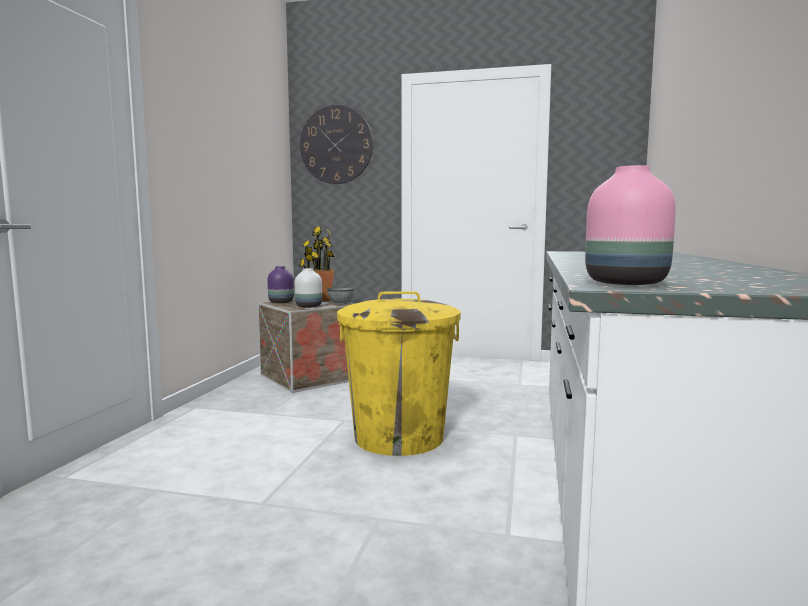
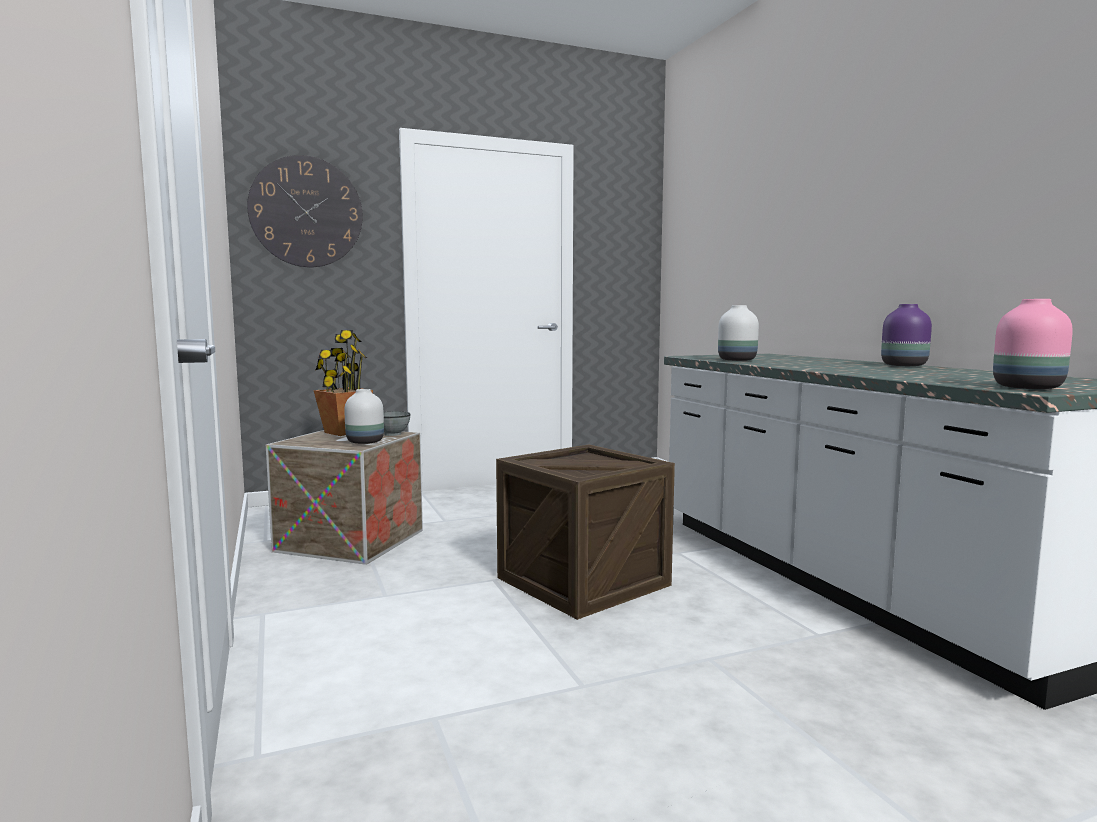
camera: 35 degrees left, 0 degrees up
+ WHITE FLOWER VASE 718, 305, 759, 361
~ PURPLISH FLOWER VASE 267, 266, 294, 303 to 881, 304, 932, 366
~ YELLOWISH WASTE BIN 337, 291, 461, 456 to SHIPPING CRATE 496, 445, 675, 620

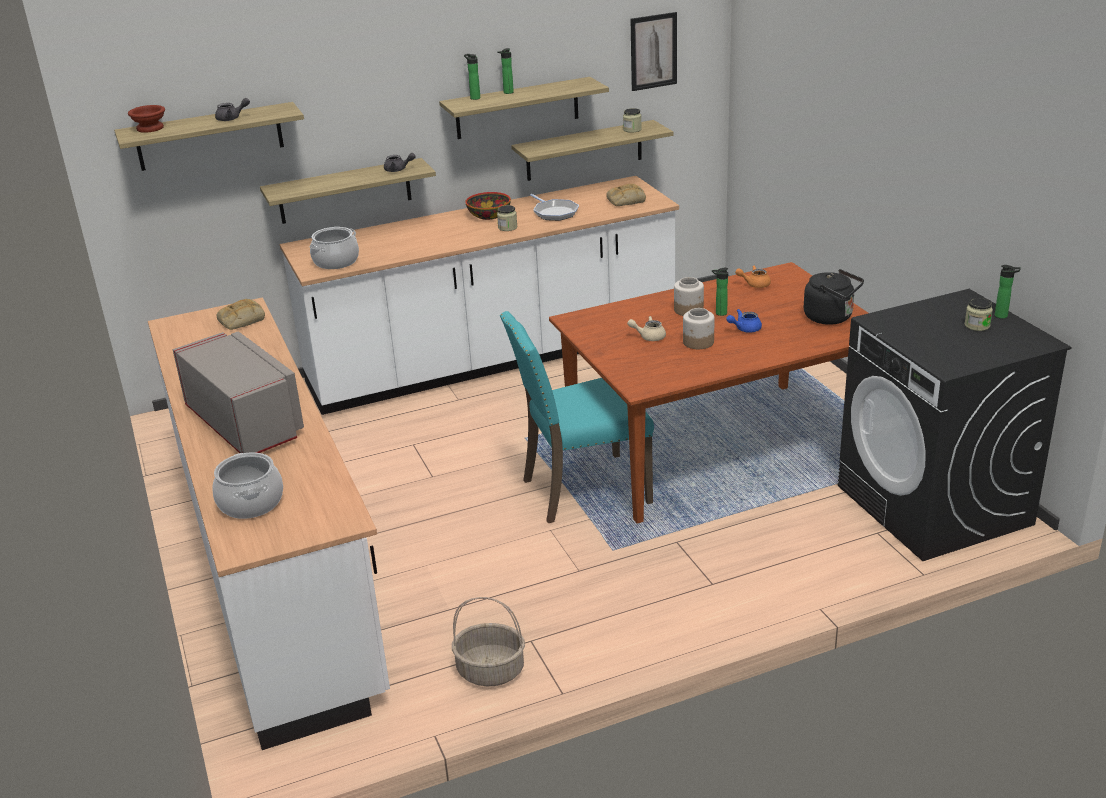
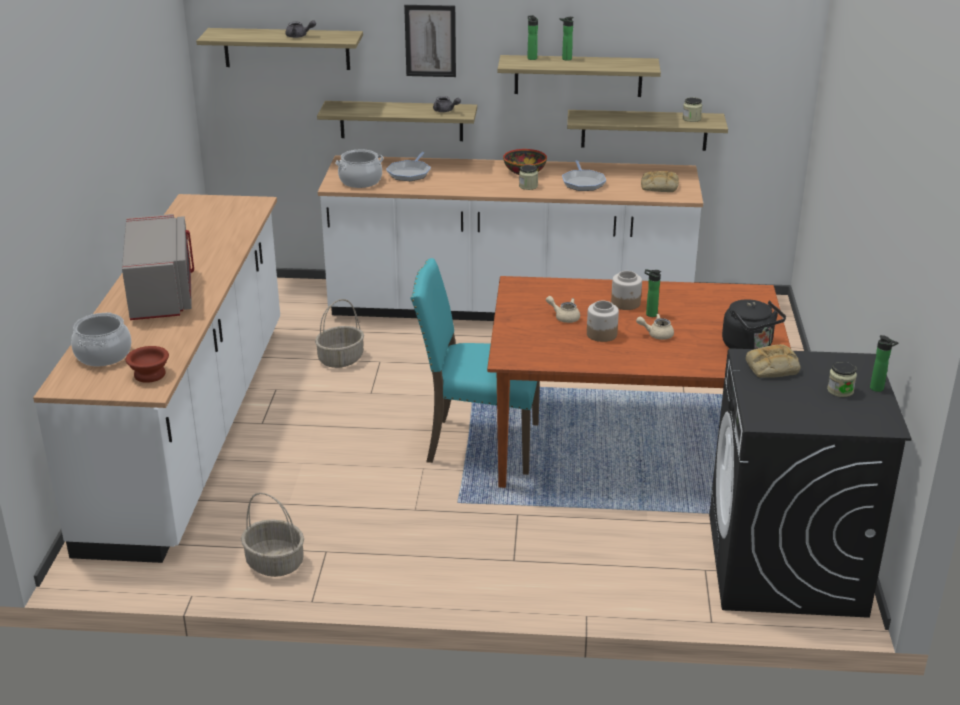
camera: 25 degrees right, 0 degrees up
- ORANGE TEAPOT 735, 265, 771, 288
+ HOUSEHOLD BASKET 315, 299, 364, 368
+ SKILLET 386, 152, 431, 181
~ BROWN SERVING BOWL 128, 105, 165, 133 to 126, 346, 169, 383
~ BAKED BREAD 217, 299, 265, 330 to 746, 344, 800, 378
~ WALL PICTURE 631, 12, 677, 91 to 404, 5, 456, 77
~ BLUE TEAPOT 726, 309, 762, 333 to BEIGE-COLOURED TEAPOT 636, 314, 674, 340

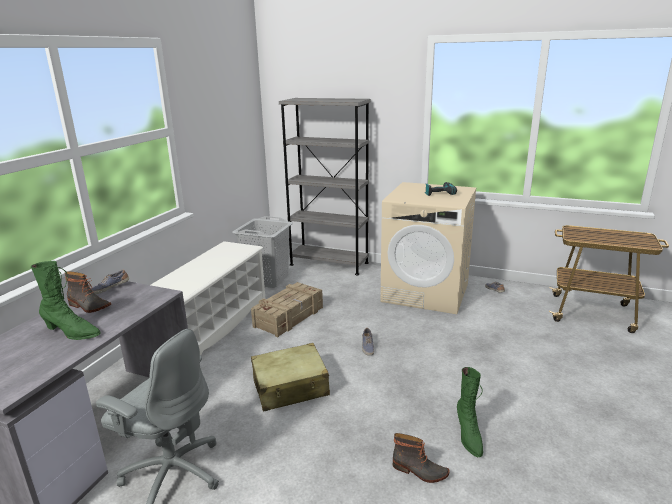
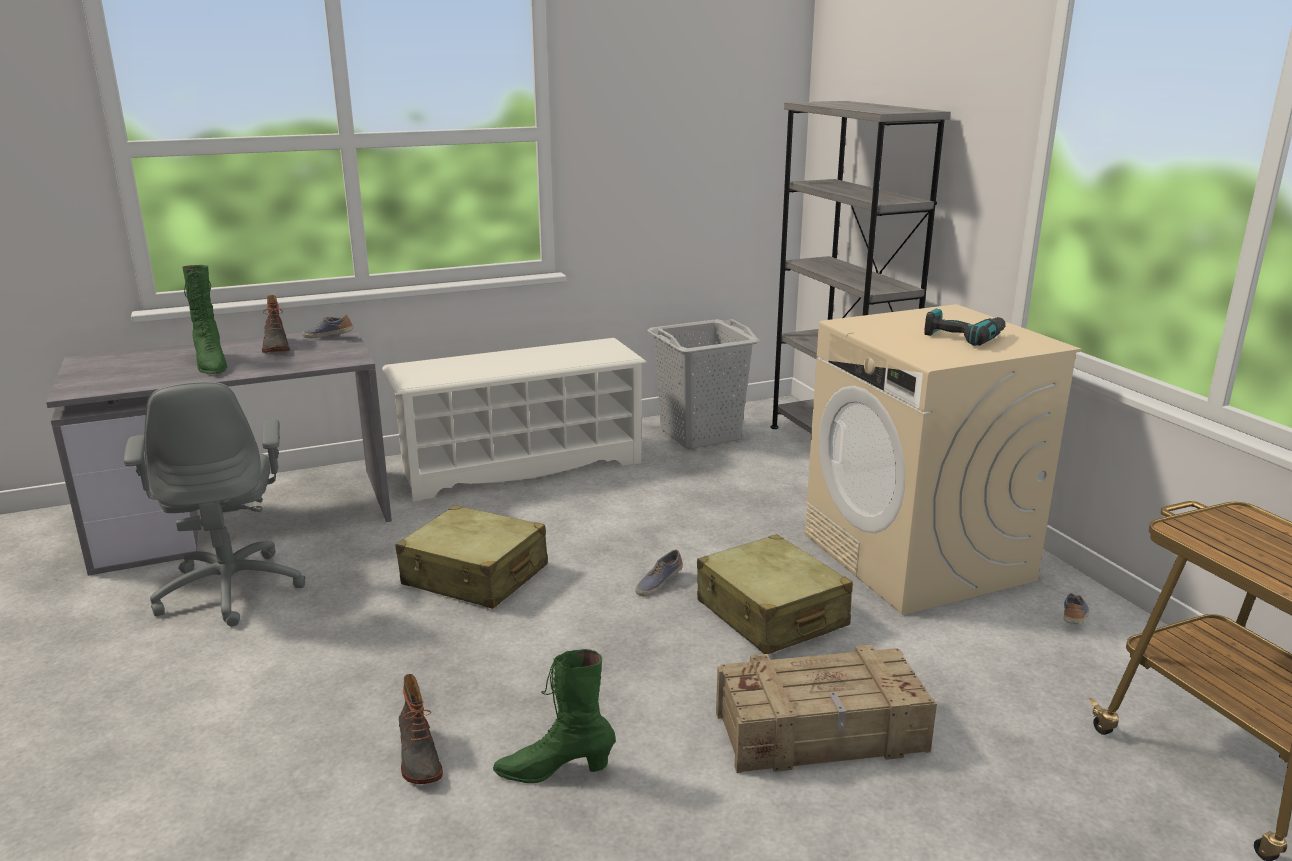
camera: 45 degrees right, 0 degrees up
+ BEIGE-COLOURED TRAVEL CASE 697, 534, 853, 654
~ SHIPPING CRATE 251, 282, 323, 337 to 716, 644, 937, 773
~ GREEN TALL BOOT 457, 367, 483, 457 = 493, 649, 616, 783 45 degrees clockwise

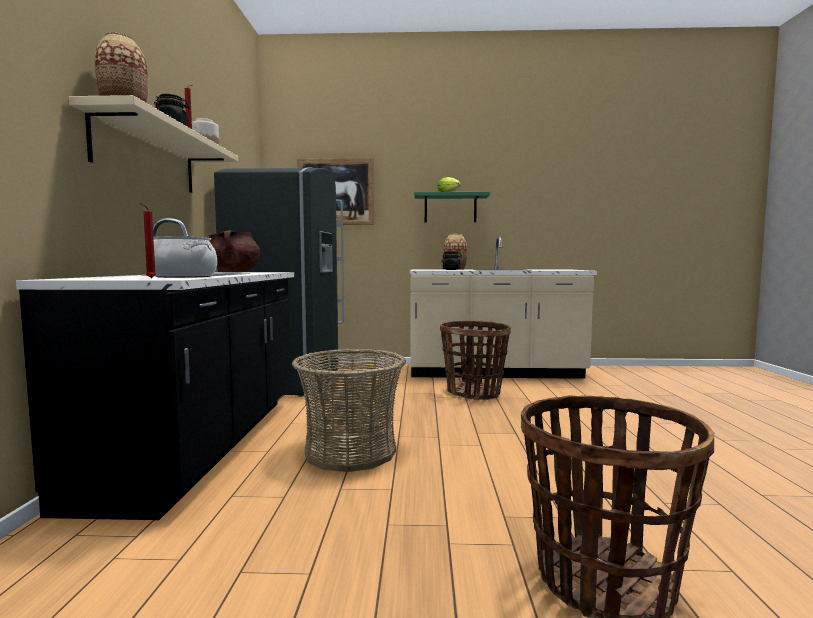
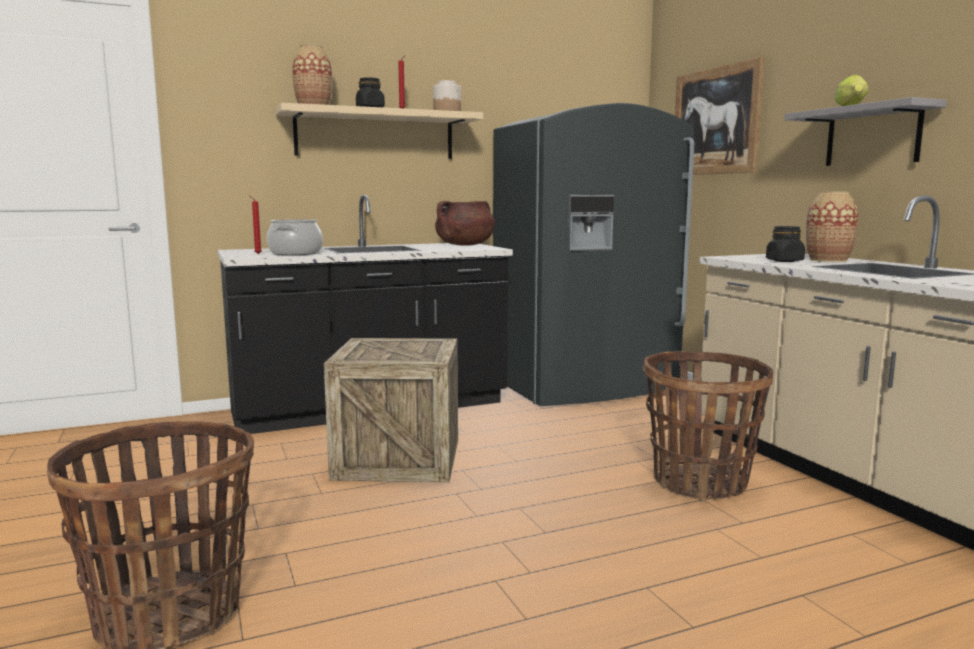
camera: 65 degrees right, 5 degrees up
~ HOUSEHOLD BASKET 292, 349, 406, 472 to SHIPPING CRATE 324, 338, 458, 482
~ GREEN BRACKET SHELF 414, 192, 490, 222 to GREYISH BRACKET SHELF 784, 97, 947, 166

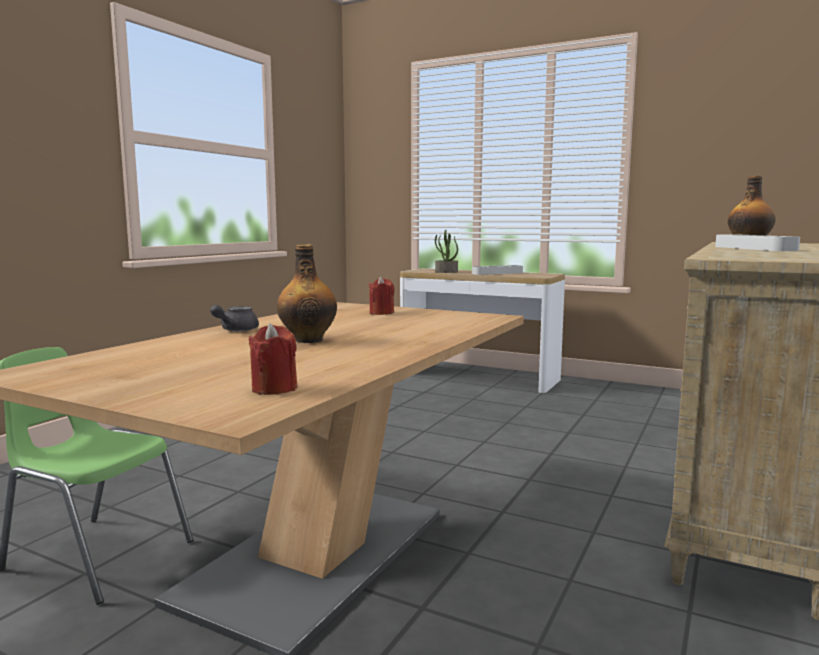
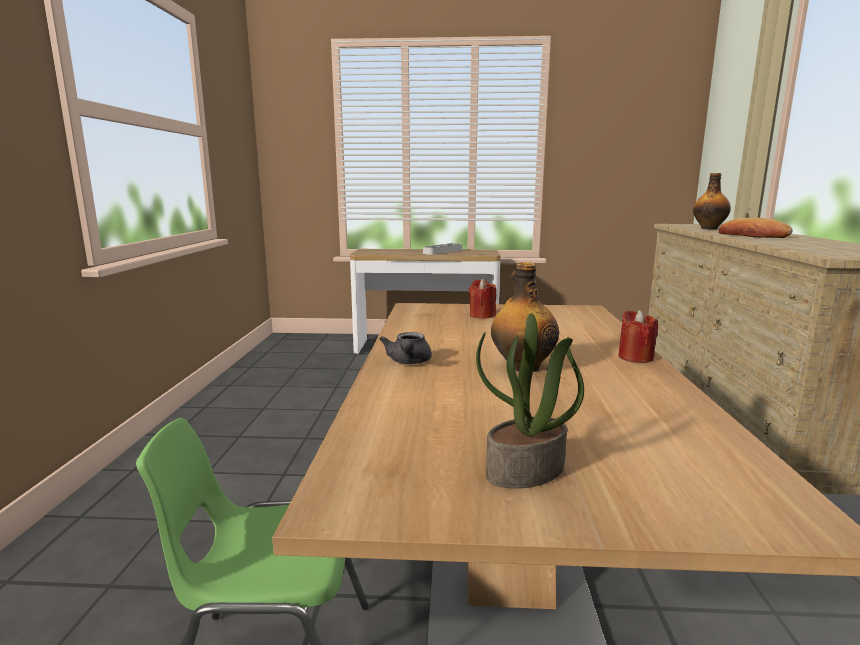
camera: 25 degrees left, 5 degrees up
~ REDDISH CANDLE 249, 323, 297, 395 to 618, 310, 658, 363
~ PLANT IN A POT 435, 230, 458, 273 to 476, 313, 584, 489
~ GREYISH TRAY 715, 234, 800, 251 to BAKED BREAD 719, 218, 793, 238

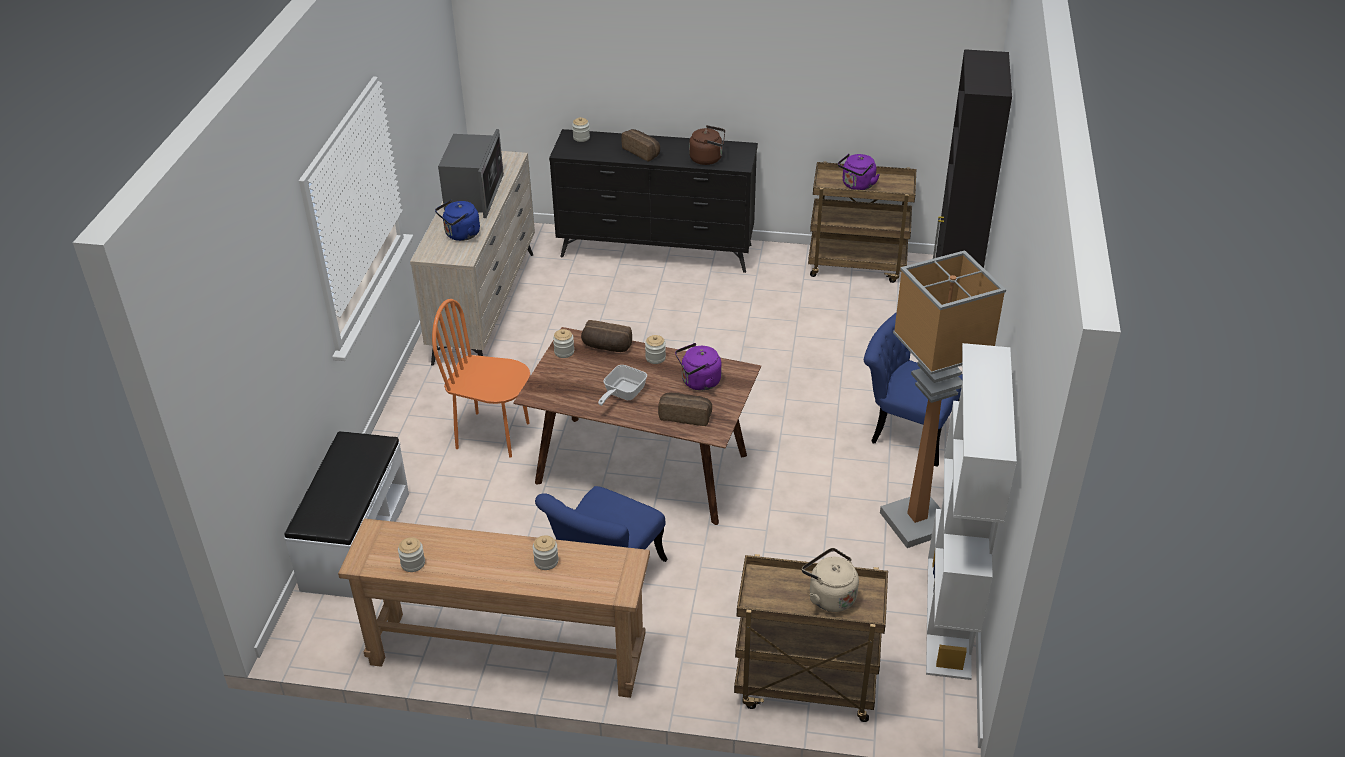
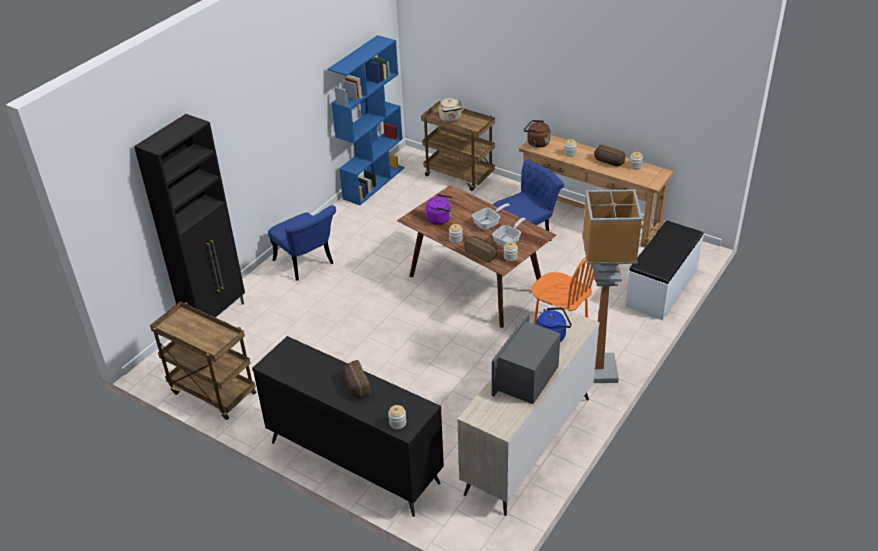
camera: 155 degrees left, 0 degrees up
- PURPLISH KETTLE 838, 154, 880, 190
+ SKILLET 492, 218, 526, 246
~ BAKED BREAD 658, 392, 712, 426 to 594, 145, 625, 166
~ BROWN KETTLE 689, 125, 725, 165 to 524, 120, 551, 148
~ STANDARD LAMP 880, 250, 1006, 548 to 582, 189, 643, 383
~ WHITE BOOKCASE 926, 343, 1017, 680 to BLUE BOOKCASE 328, 35, 404, 205

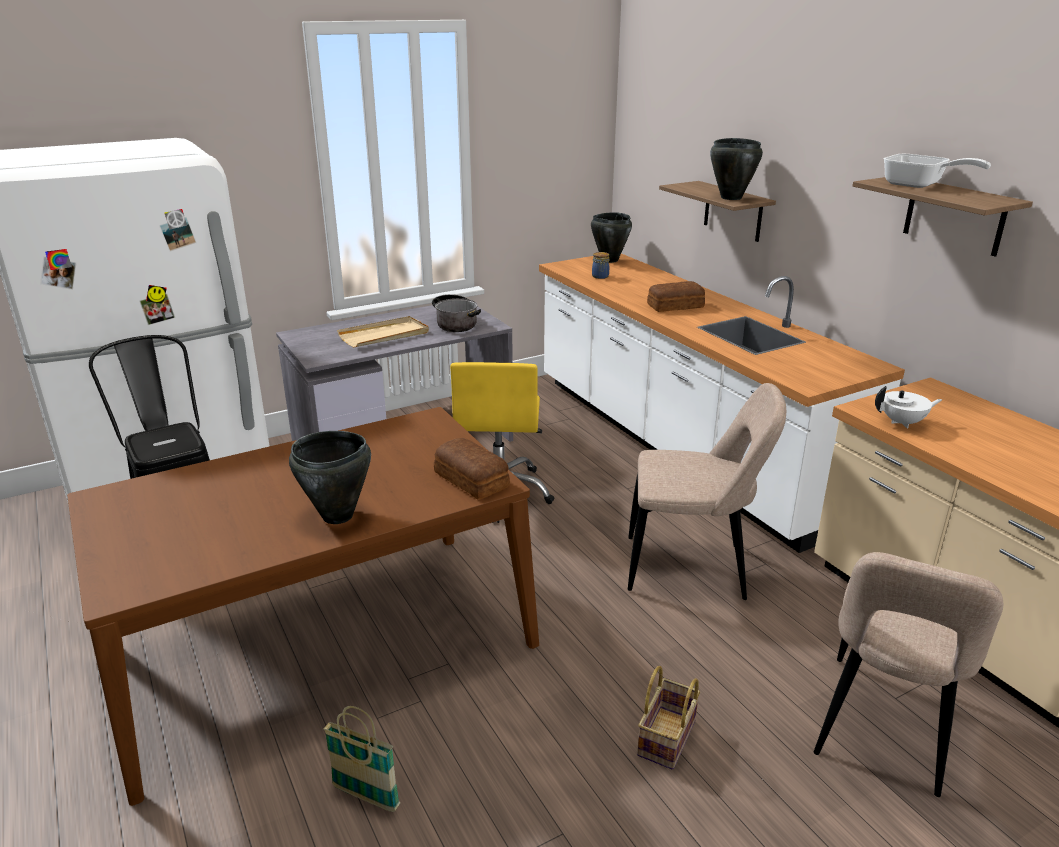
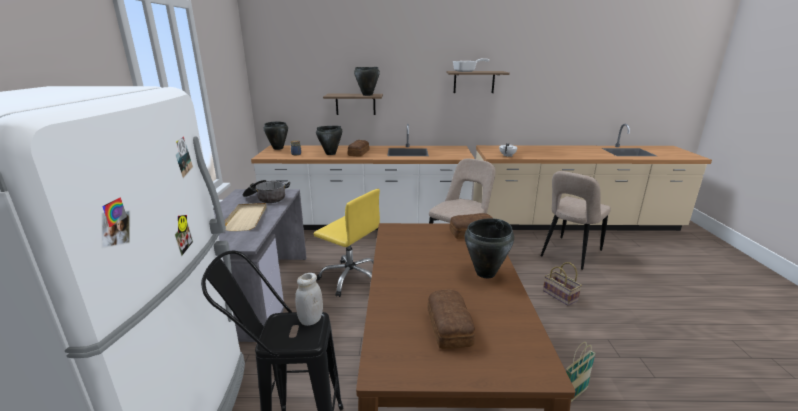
camera: 60 degrees left, 5 degrees down
+ WHITE STORAGE JAR 295, 273, 323, 326
+ BLACK-COLOURED STOCKPOT 316, 126, 342, 155
+ BAKED BREAD 427, 289, 475, 349
~ BEIGE-COLOURED UPRIGHT CHAIR 814, 552, 1003, 797 = 541, 171, 611, 270 75 degrees clockwise

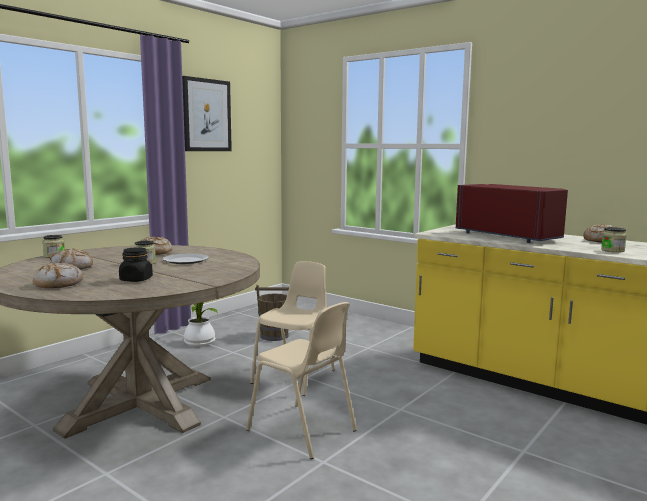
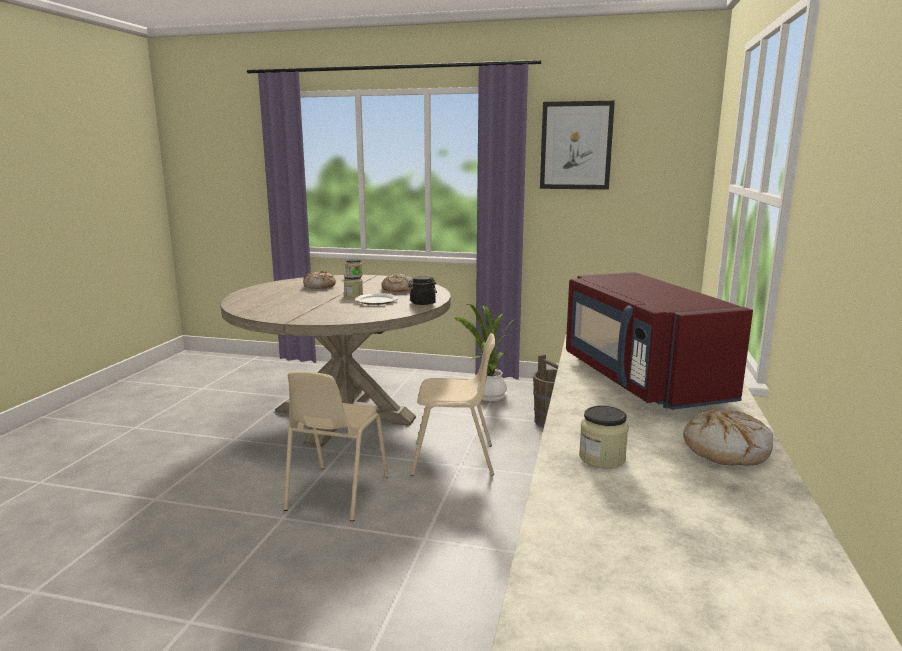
camera: 65 degrees right, 5 degrees up
- BAKED BREAD 33, 263, 83, 288
~ BLACK-COLOURED STORAGE JAR 119, 247, 153, 282 to 408, 276, 437, 305
~ REDDISH MICROWAVE 456, 184, 568, 243 = 566, 272, 753, 410 135 degrees clockwise

